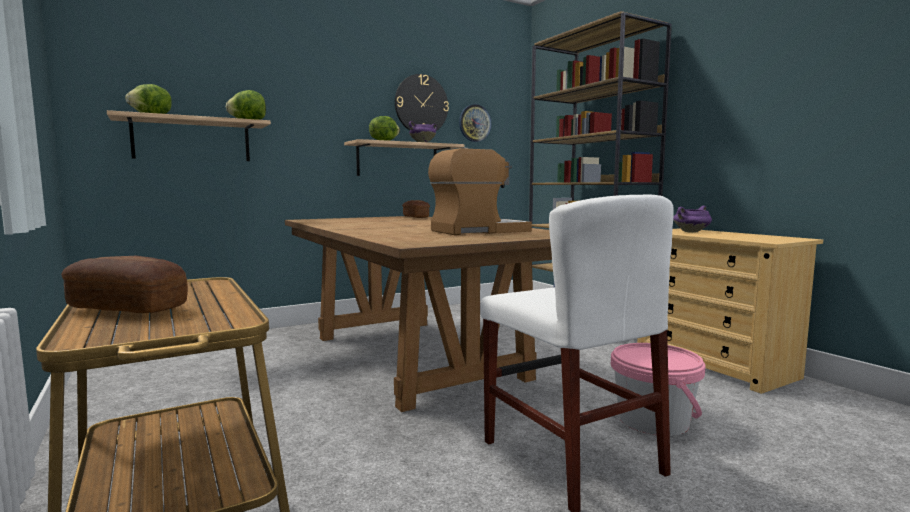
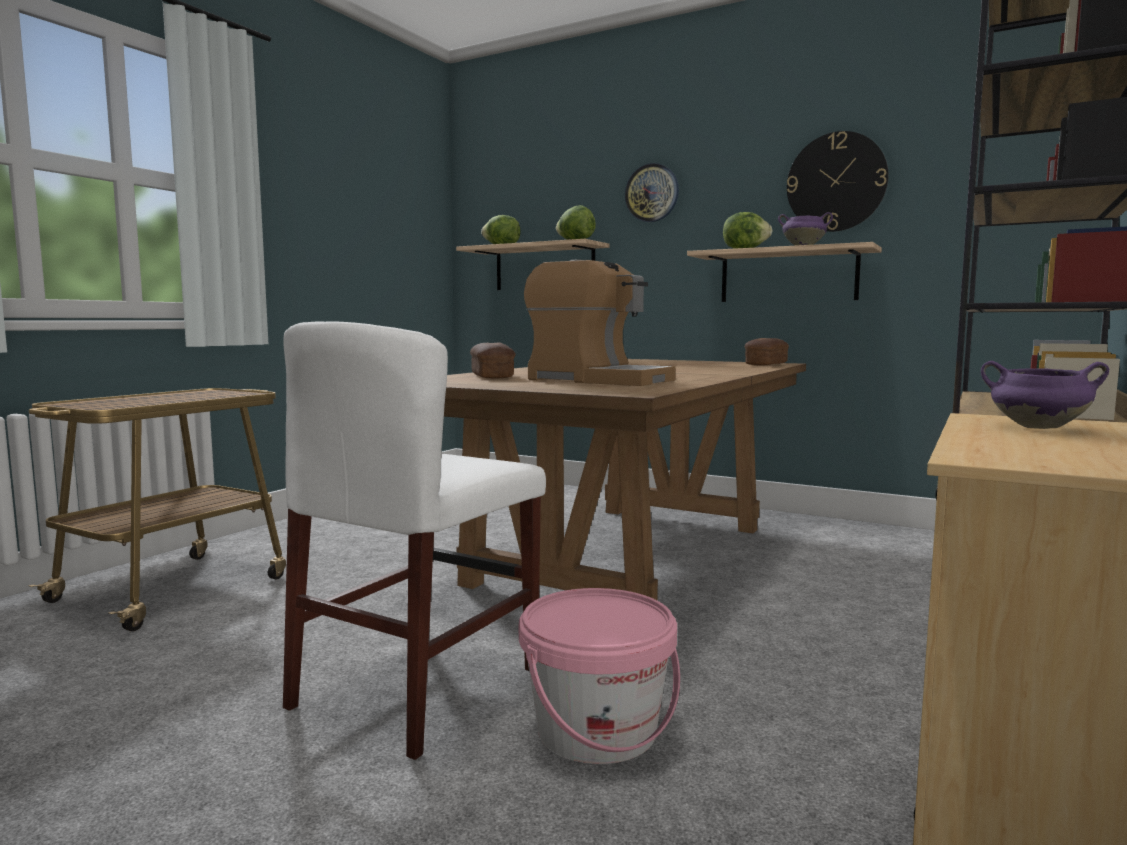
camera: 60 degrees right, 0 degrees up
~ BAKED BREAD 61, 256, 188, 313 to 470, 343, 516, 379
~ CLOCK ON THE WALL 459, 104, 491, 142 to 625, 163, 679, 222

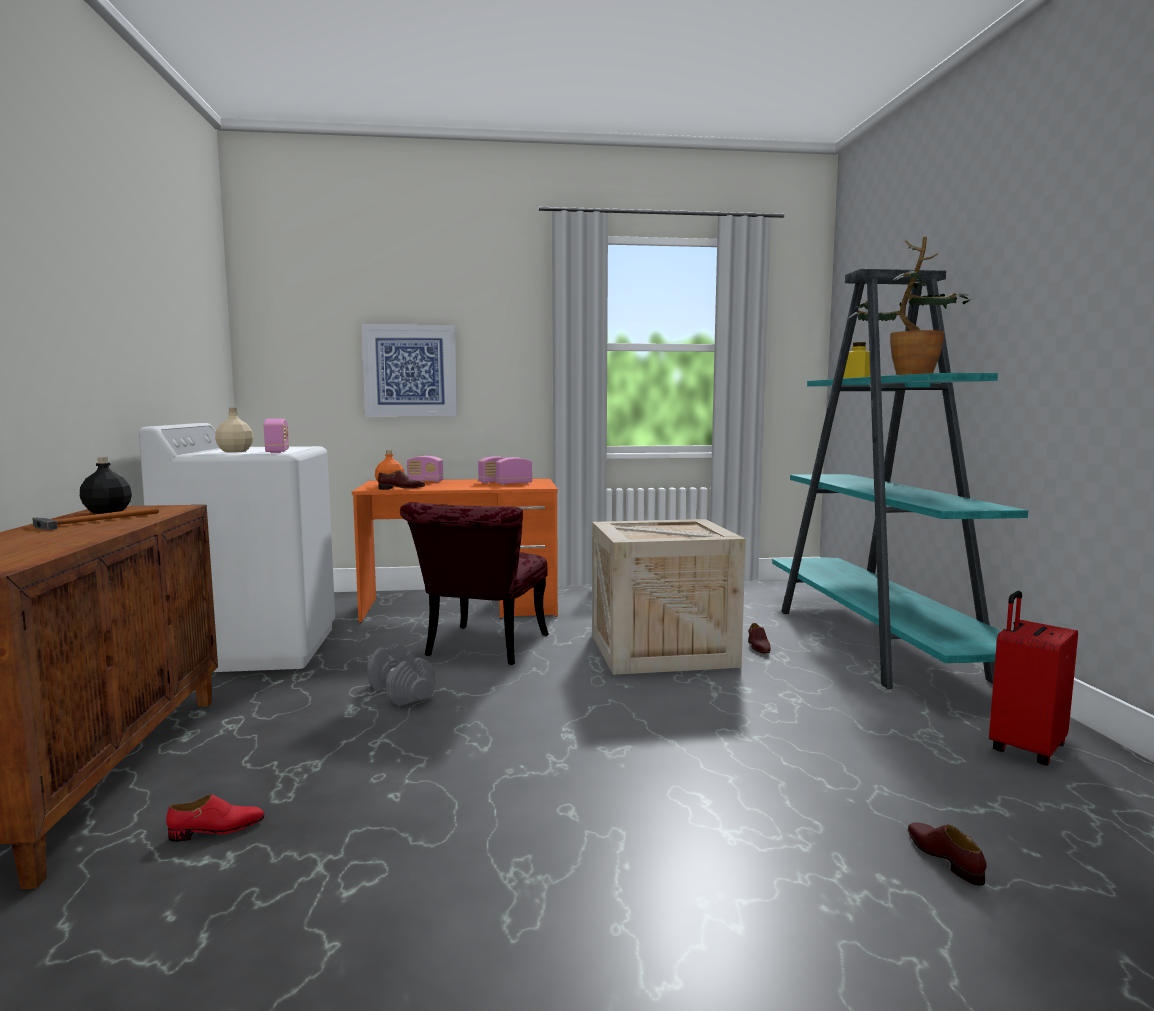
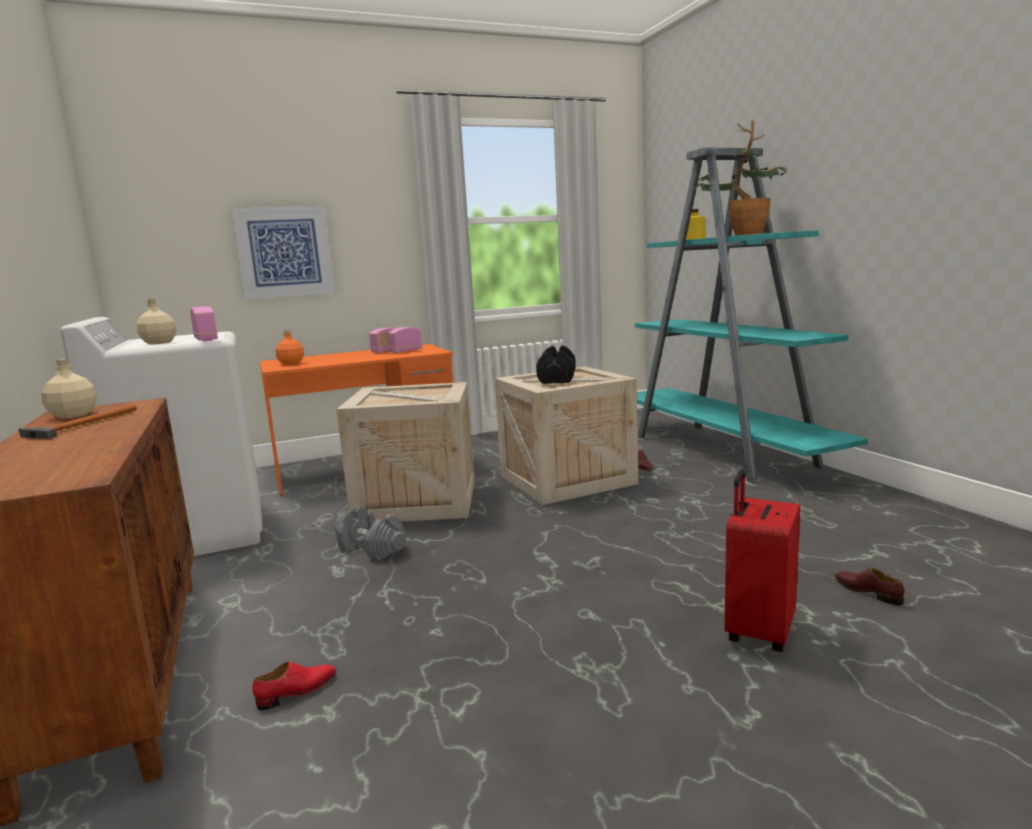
camera: 15 degrees left, 5 degrees up
- BROWN ITEM OF FOOTWEAR 378, 470, 425, 490
- RADIO 407, 456, 444, 482
+ BLACK-COLOURED HAND WEIGHT 536, 345, 576, 384
~ REDDISH TRAVEL CASE 989, 591, 1078, 766 to 725, 470, 800, 652
~ REDDISH UPRIGHT CHAIR 400, 503, 549, 665 to SHIPPING CRATE 336, 382, 475, 522
~ BLACK-COLOURED BOTTLE 80, 457, 132, 514 to BEIGE-COLOURED BOTTLE 41, 359, 97, 418

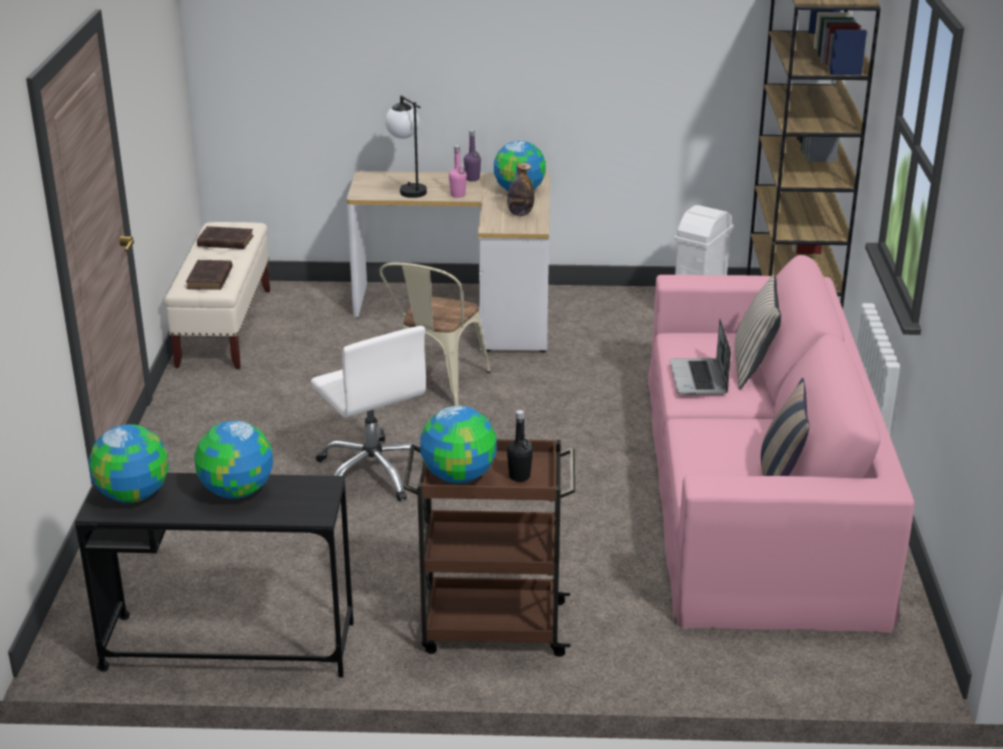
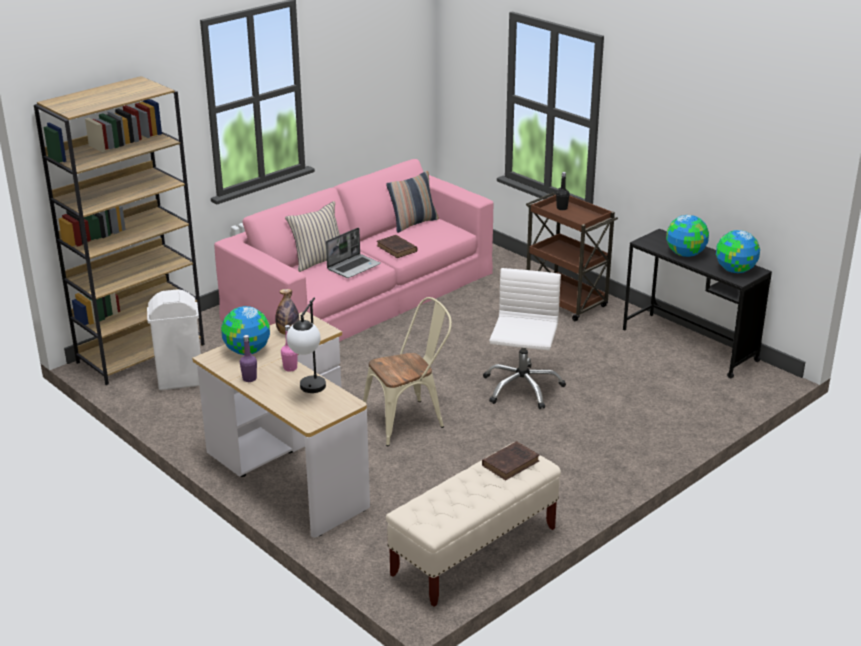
camera: 135 degrees left, 0 degrees up
- WORLD GLOBE 420, 406, 497, 483
~ BROWN BOOK 197, 226, 253, 249 to 377, 235, 417, 258

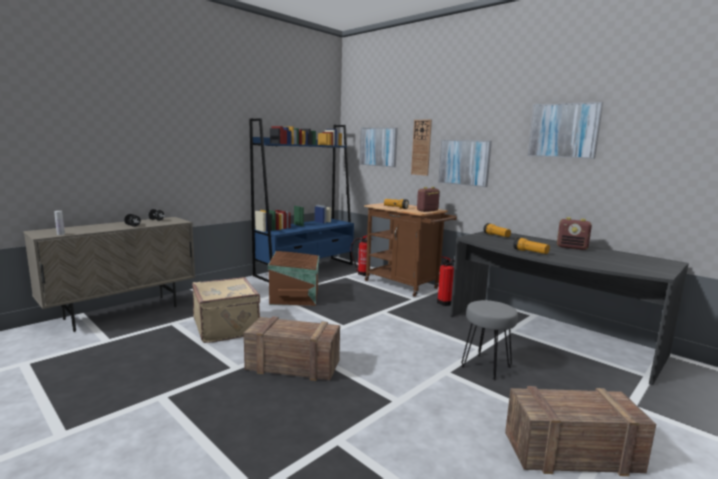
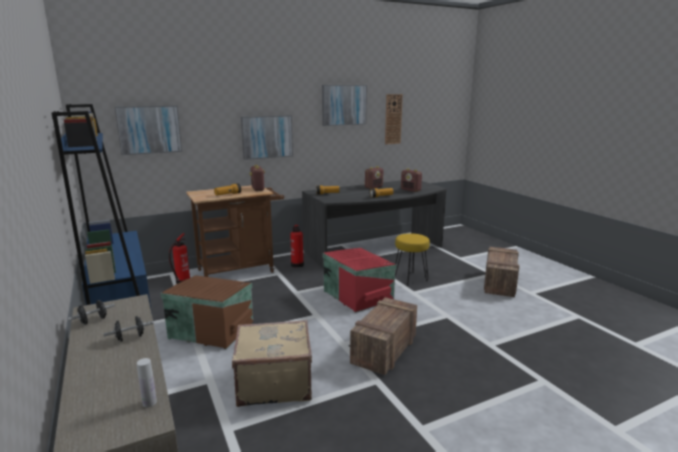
camera: 70 degrees left, 5 degrees up
+ REDDISH STORAGE CONTAINER 322, 248, 397, 313
+ RADIO 401, 168, 422, 192
~ CLOCK ON THE WALL 411, 119, 432, 176 to 385, 94, 403, 144
~ GREYISH STOOL 461, 300, 518, 380 to YELLOWISH STOOL 395, 233, 430, 286

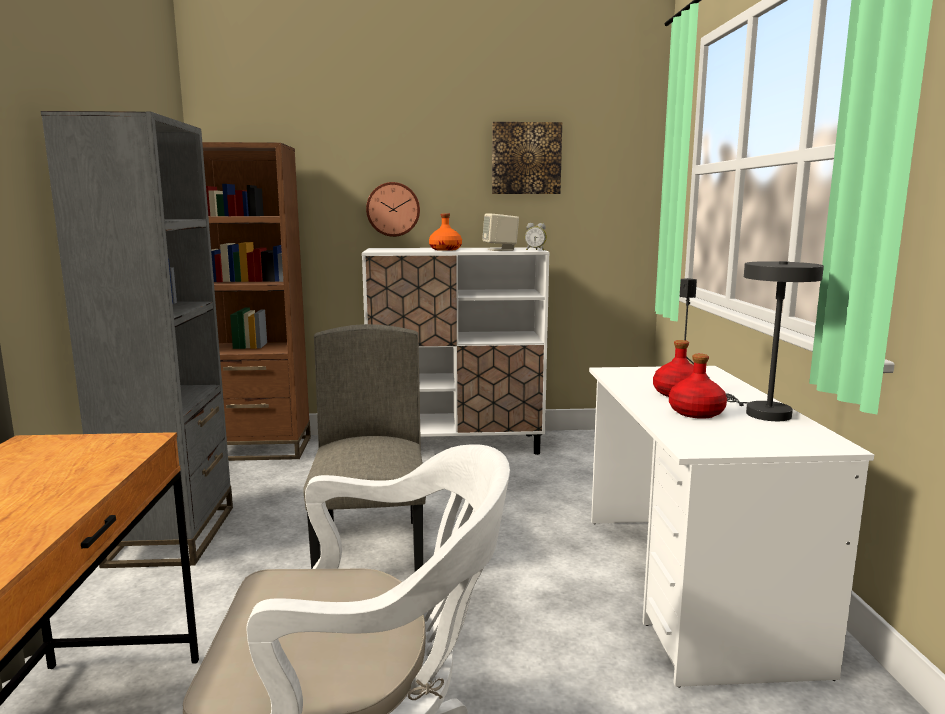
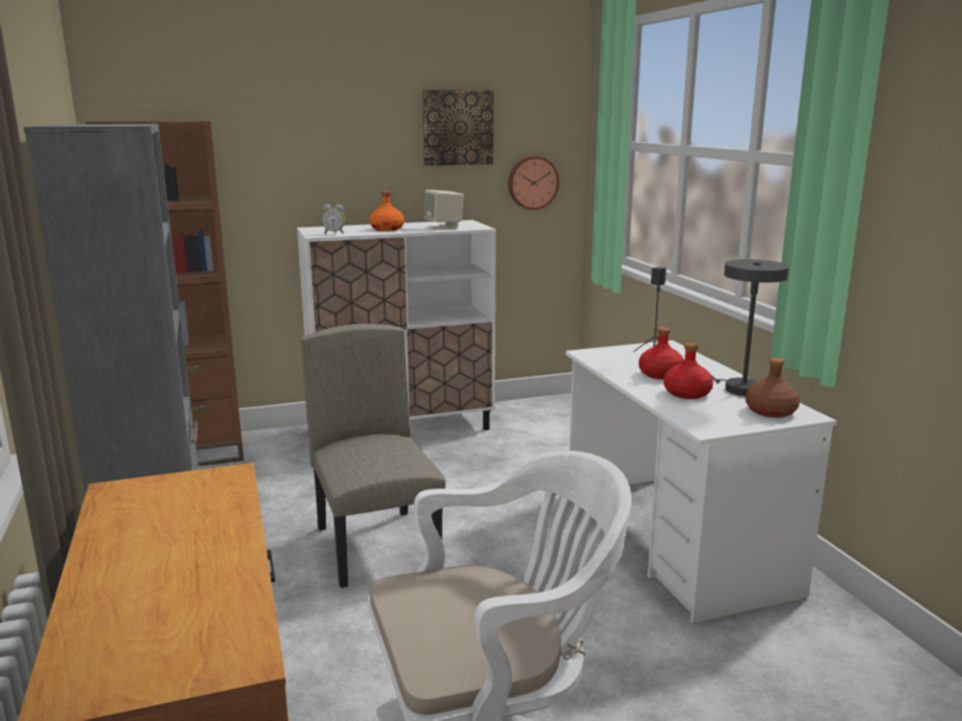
camera: 15 degrees left, 5 degrees up
+ BROWN BOTTLE 746, 358, 800, 418
~ CLOCK ON THE WALL 366, 182, 420, 237 to 508, 156, 559, 210
~ BEDSIDE CLOCK 525, 223, 547, 251 to 322, 204, 346, 234

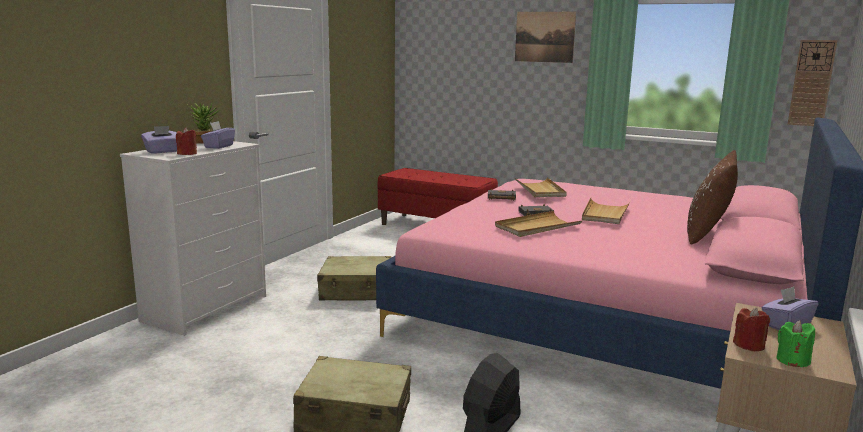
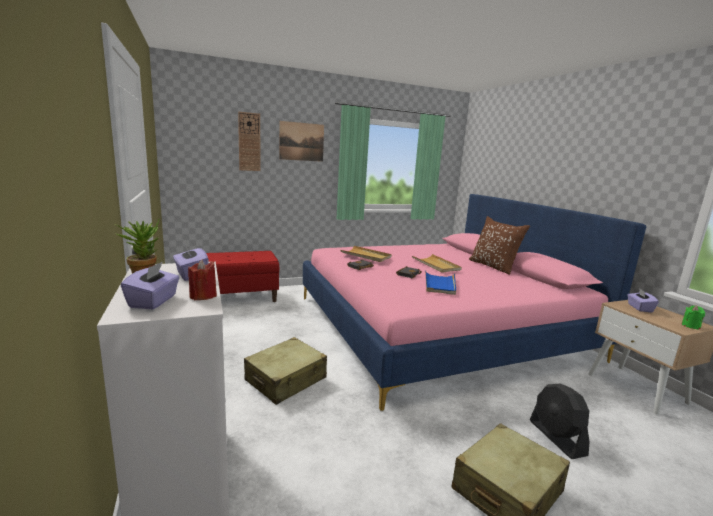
camera: 50 degrees left, 0 degrees up
- REDDISH CANDLE 733, 307, 770, 351
~ CLOCK ON THE WALL 788, 40, 838, 126 to 238, 112, 261, 171
~ BEIGE-COLOURED TRAY 495, 211, 583, 237 to BLUE TRAY 425, 270, 456, 295

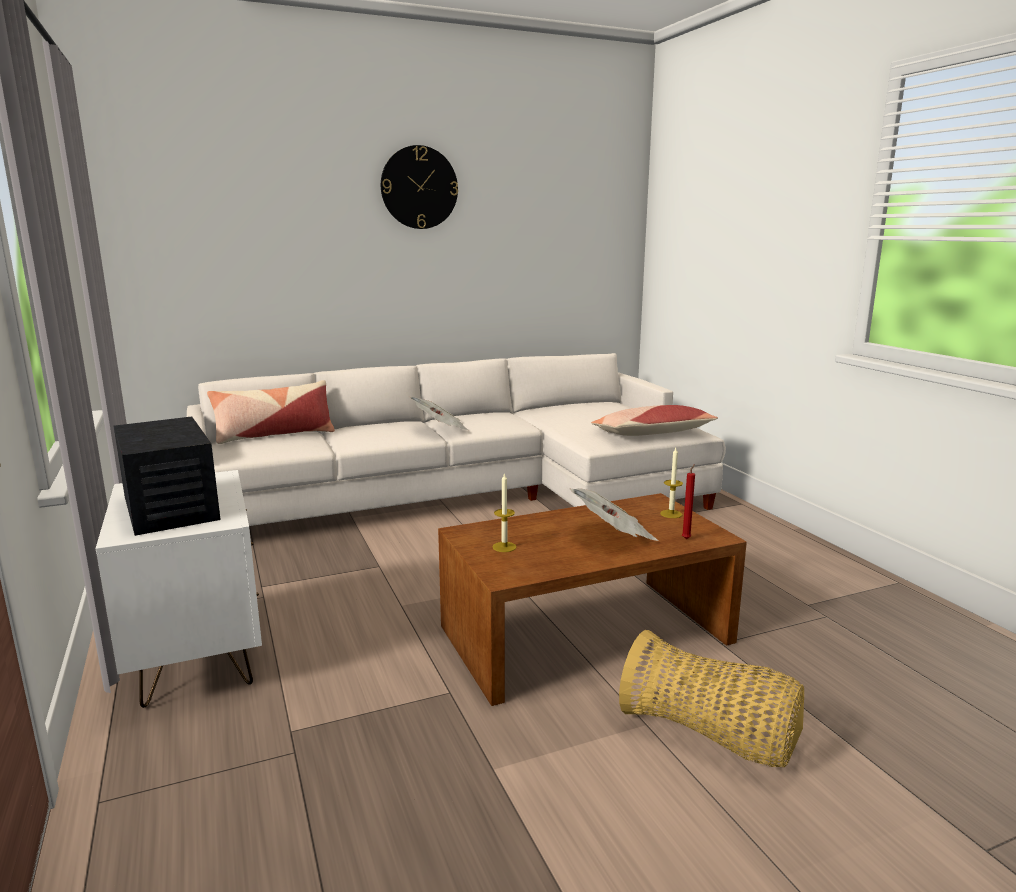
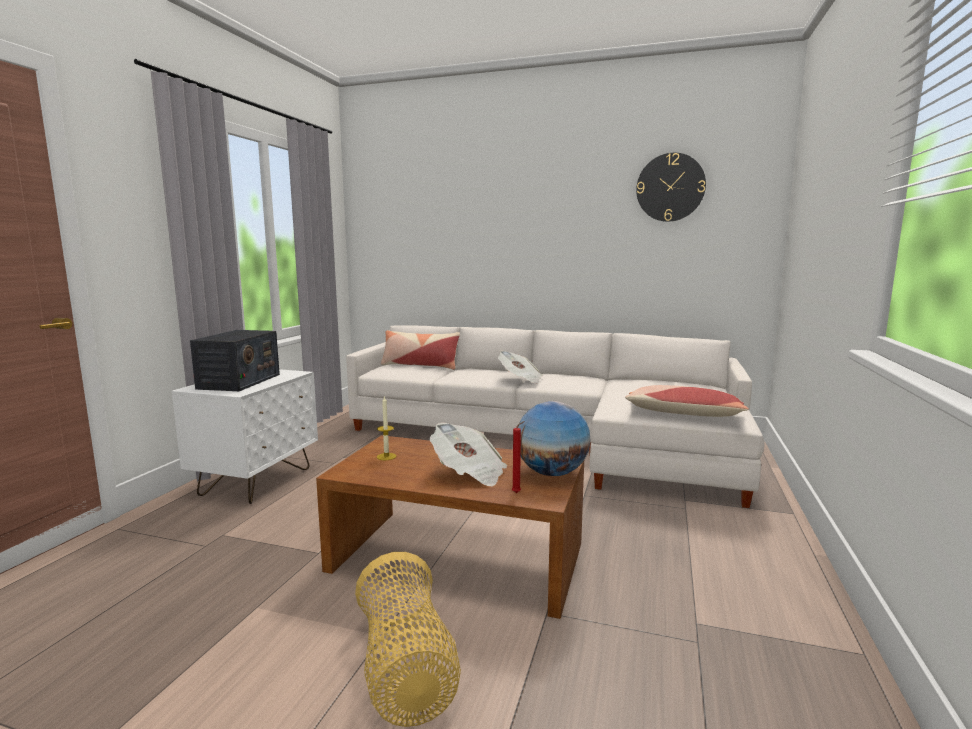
camera: 40 degrees right, 5 degrees down
~ CLOCK ON THE WALL 381, 145, 458, 229 to 636, 153, 706, 222
~ CANDLE 660, 448, 683, 518 to WORLD GLOBE 518, 401, 591, 476

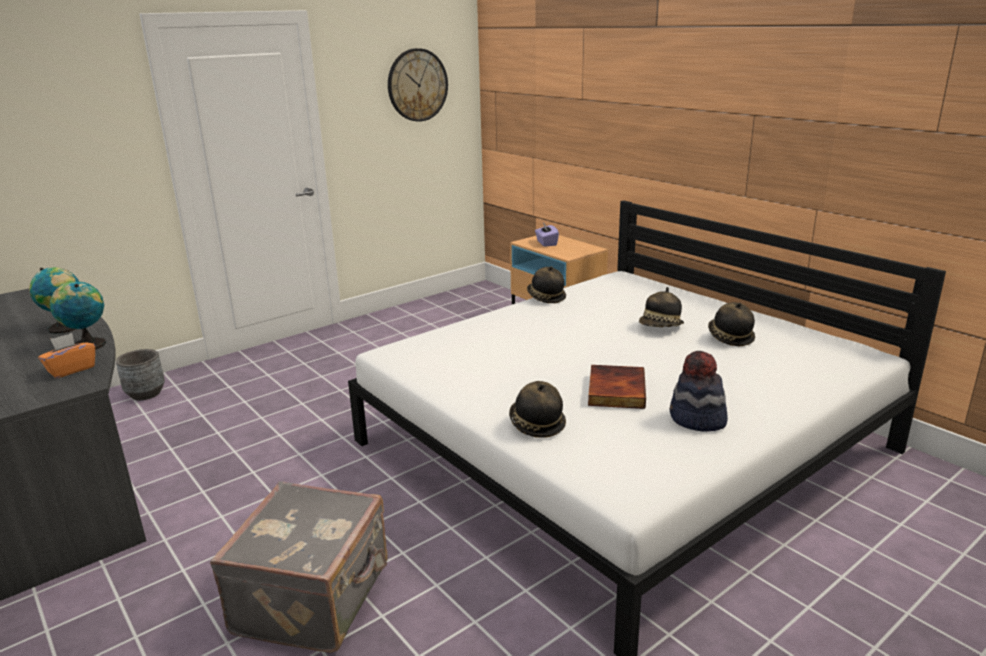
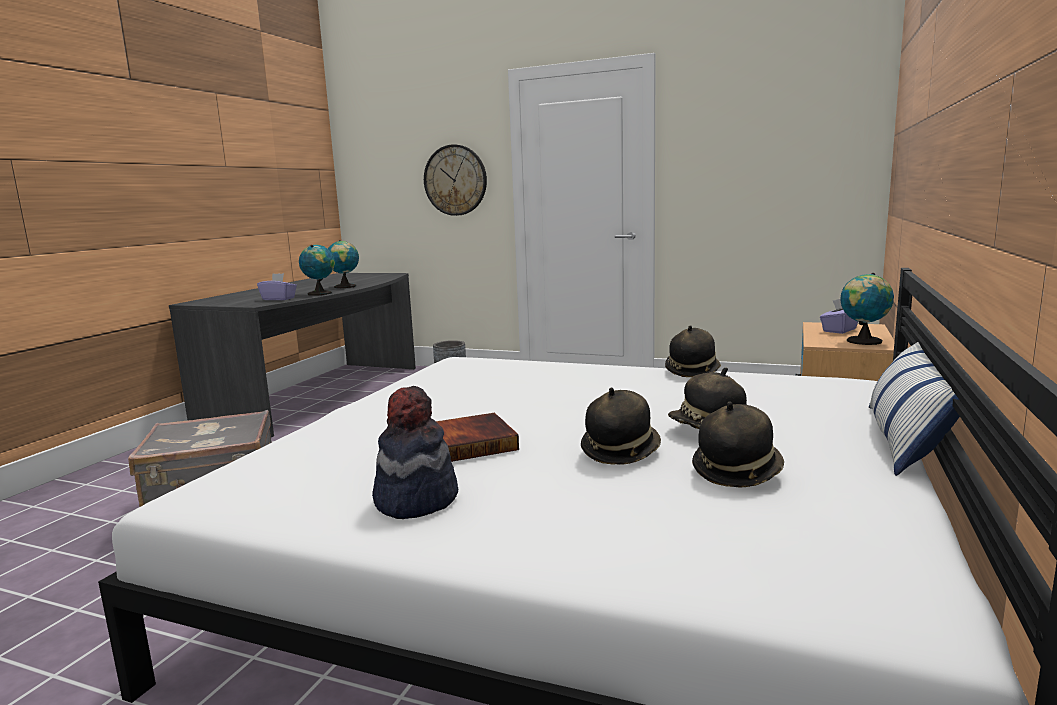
camera: 60 degrees right, 10 degrees down
+ WORLD GLOBE 840, 273, 894, 345
+ CUSHION 869, 342, 960, 476
~ CLOCK ON THE WALL 388, 48, 448, 122 to 424, 145, 487, 216
~ CLOTHING HAT 509, 381, 566, 438 to 581, 387, 661, 465
~ ORANGE BOX OF TISSUES 38, 333, 95, 378 to PURPLISH BOX OF TISSUES 257, 273, 297, 300

